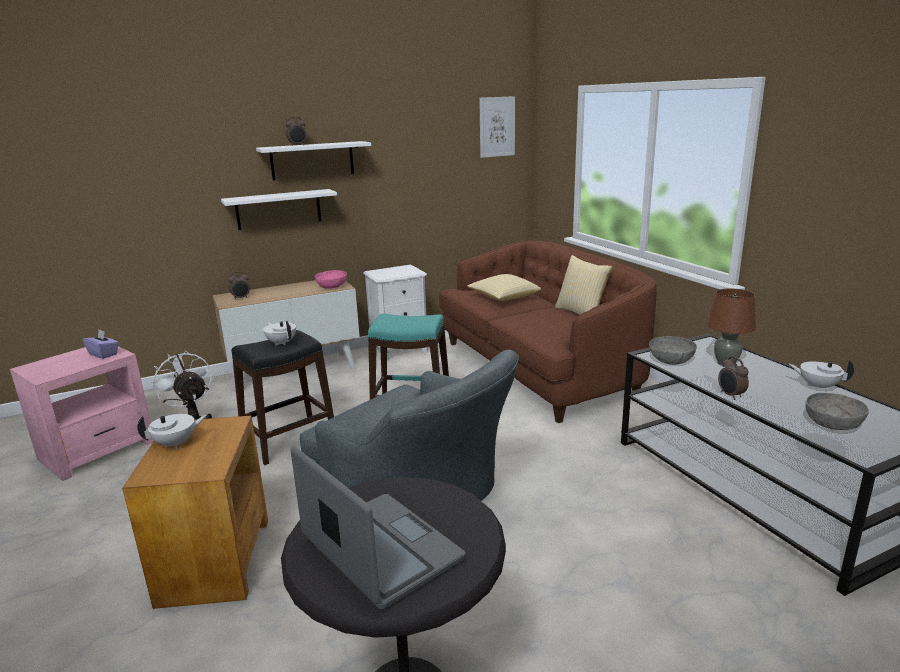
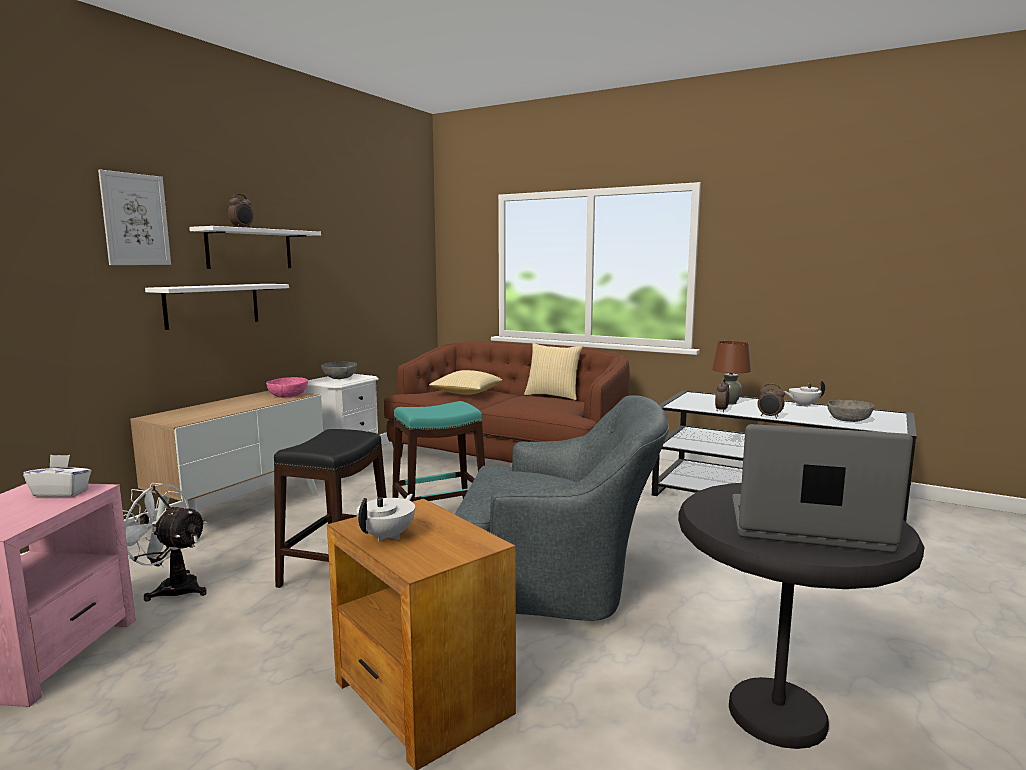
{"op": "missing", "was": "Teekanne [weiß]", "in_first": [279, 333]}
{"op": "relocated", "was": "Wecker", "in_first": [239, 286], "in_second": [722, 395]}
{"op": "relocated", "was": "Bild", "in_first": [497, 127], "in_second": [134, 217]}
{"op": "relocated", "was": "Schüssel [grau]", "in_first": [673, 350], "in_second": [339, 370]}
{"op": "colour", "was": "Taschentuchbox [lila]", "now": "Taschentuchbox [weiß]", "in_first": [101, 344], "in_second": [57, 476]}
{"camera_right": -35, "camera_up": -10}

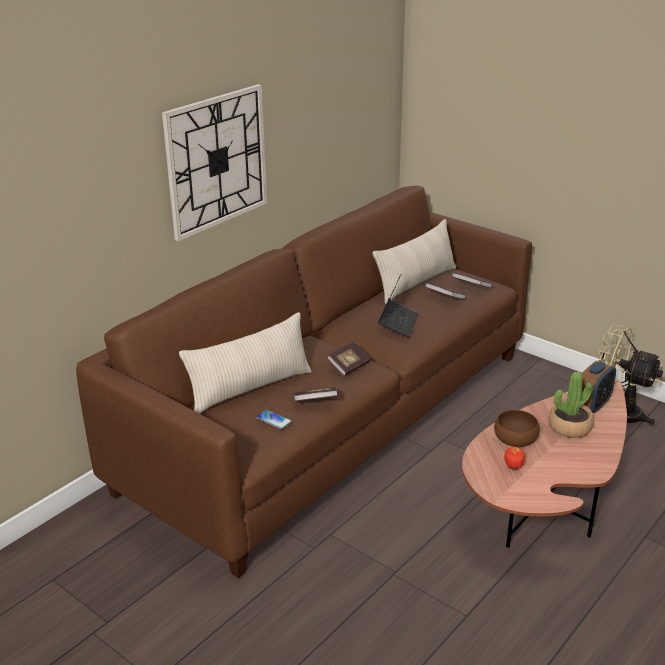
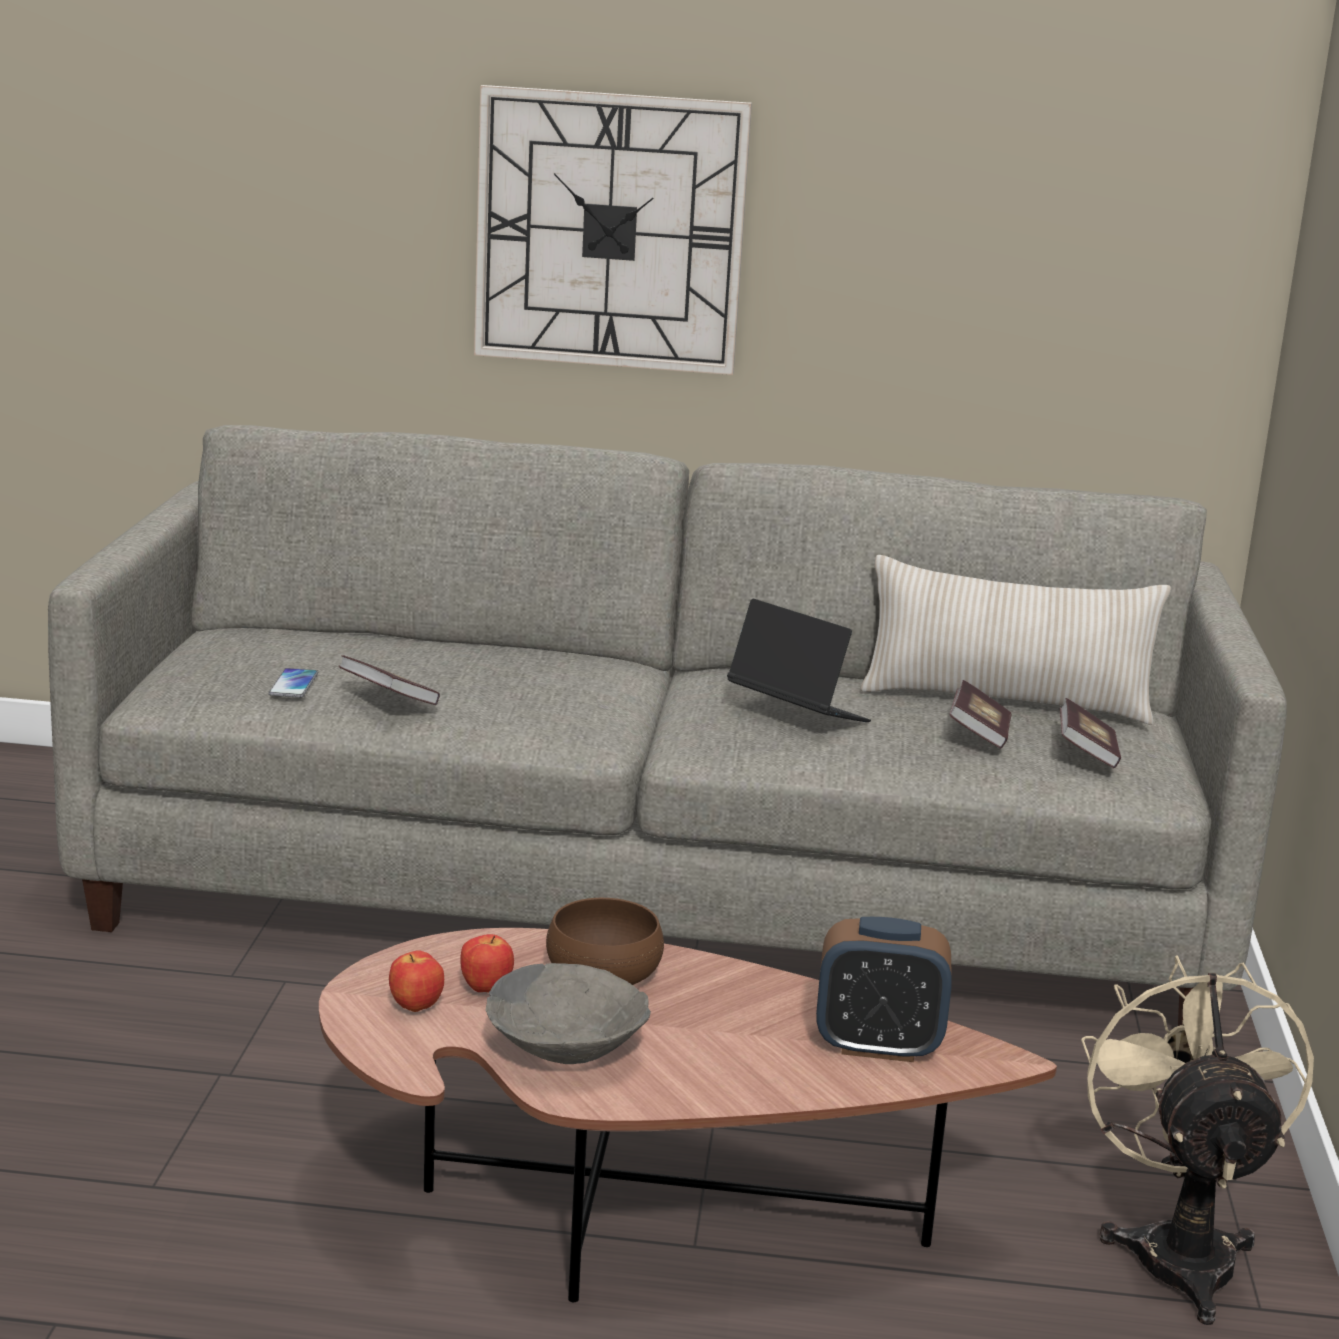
{"op": "missing", "was": "Kissen [beige]", "in_first": [245, 363]}
{"op": "missing", "was": "Buch", "in_first": [349, 358]}
{"op": "missing", "was": "Topfpflanze", "in_first": [571, 405]}
{"op": "appeared", "now": "Apfel", "in_second": [416, 981]}
{"op": "appeared", "now": "Schüssel [grau]", "in_second": [568, 1013]}
{"op": "colour", "was": "Sofa [braun]", "now": "Sofa [grau]", "in_first": [304, 382], "in_second": [667, 725]}
{"op": "spun", "was": "Laptop", "in_first": [398, 306], "in_second": [799, 660], "clockwise": -120}
{"camera_right": 55, "camera_up": -10}

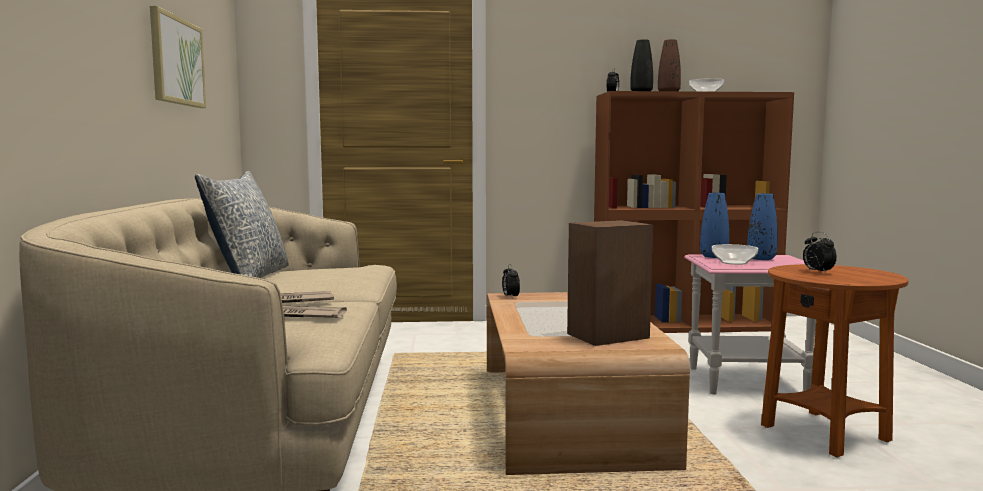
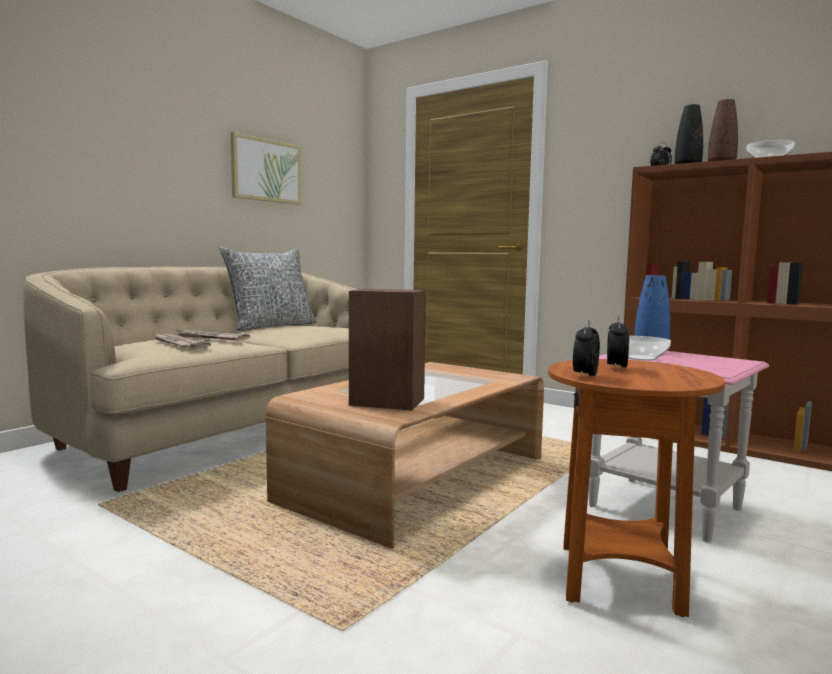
{"op": "missing", "was": "Vase [blau]", "in_first": [762, 226]}
{"op": "relocated", "was": "Wecker", "in_first": [511, 280], "in_second": [586, 349]}
{"camera_right": 40, "camera_up": 0}

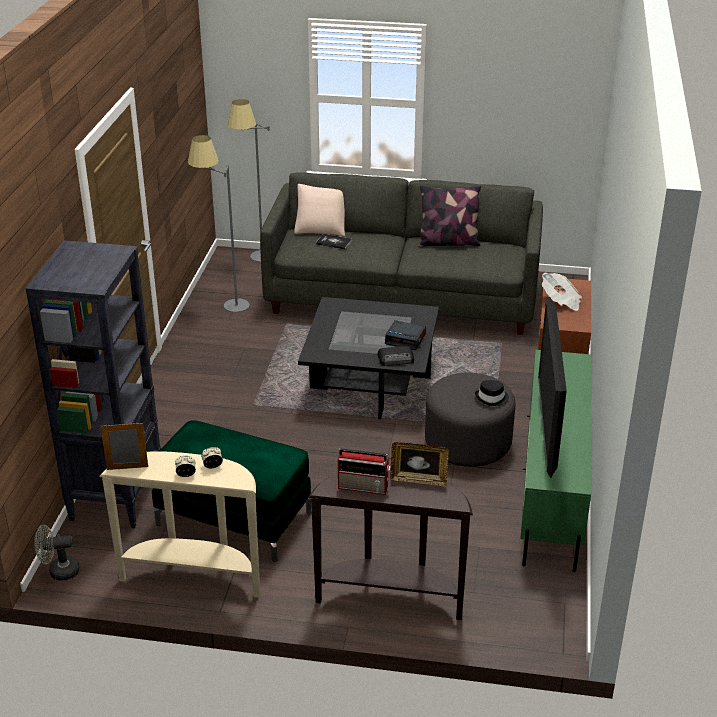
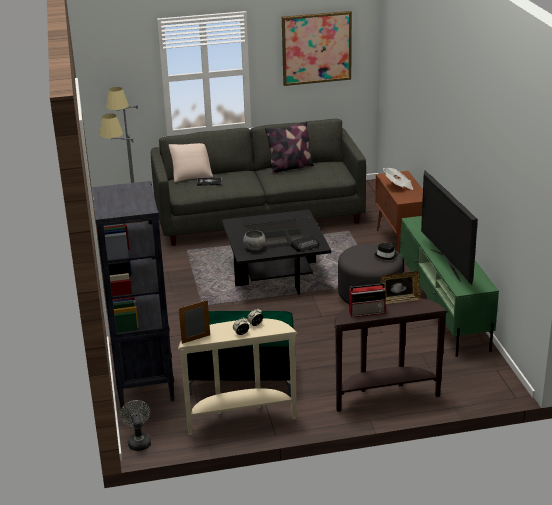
{"op": "missing", "was": "Wecker", "in_first": [405, 335]}
{"op": "appeared", "now": "Schüssel [grau]", "in_second": [254, 240]}
{"op": "appeared", "now": "Bild", "in_second": [317, 48]}
{"op": "spun", "was": "Ventilator [grau]", "in_first": [57, 553], "in_second": [135, 425], "clockwise": 105}
{"camera_right": -20, "camera_up": -5}

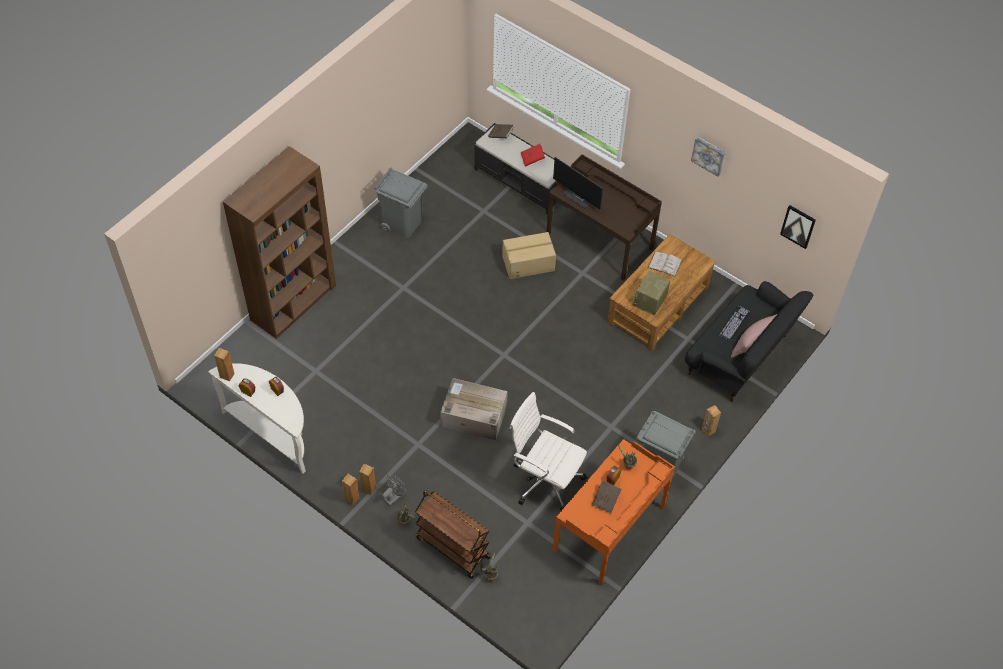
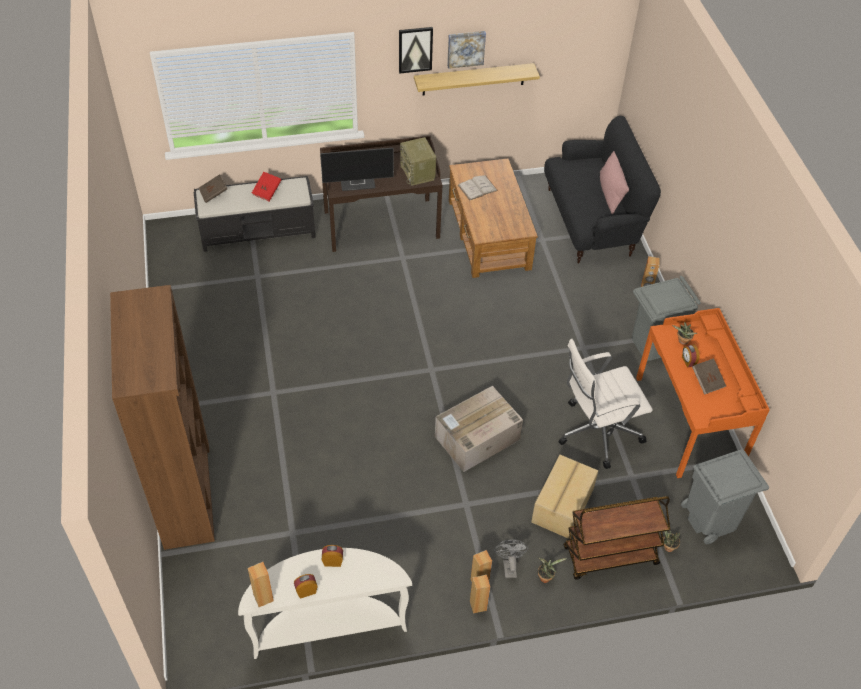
{"op": "missing", "was": "Tastatur", "in_first": [735, 323]}
{"op": "appeared", "now": "Wandregal", "in_second": [477, 79]}
{"op": "relocated", "was": "Mülleimer [grau]", "in_first": [401, 203], "in_second": [725, 496]}
{"op": "relocated", "was": "Karton", "in_first": [529, 255], "in_second": [564, 497]}
{"op": "relocated", "was": "Radio", "in_first": [651, 293], "in_second": [418, 161]}
{"op": "relocated", "was": "Bild", "in_first": [798, 227], "in_second": [416, 50]}
{"camera_right": -50, "camera_up": -5}

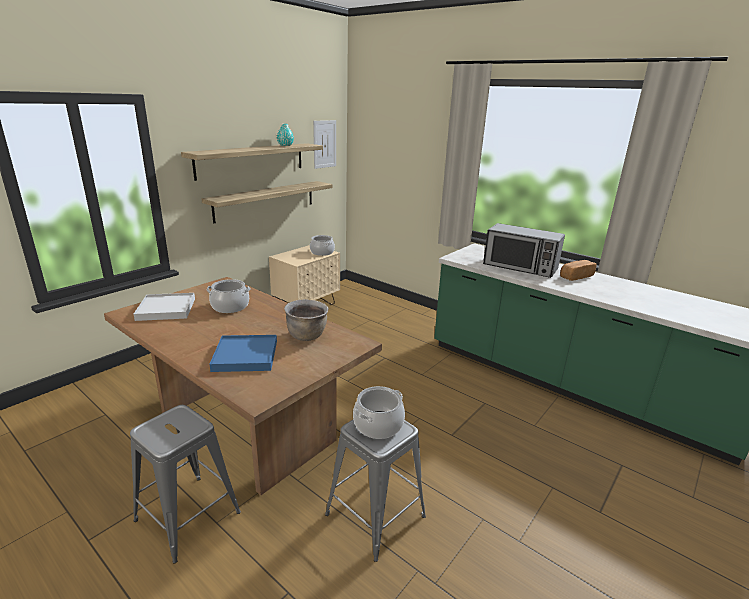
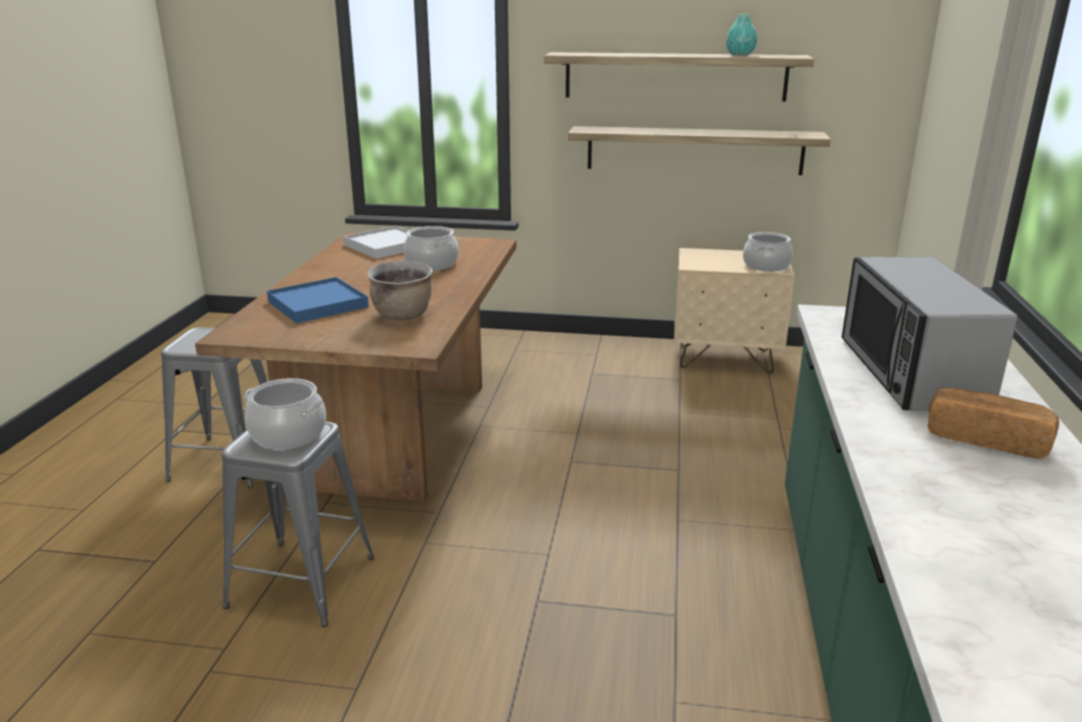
{"op": "missing", "was": "Bild", "in_first": [324, 144]}
{"camera_right": 60, "camera_up": 0}

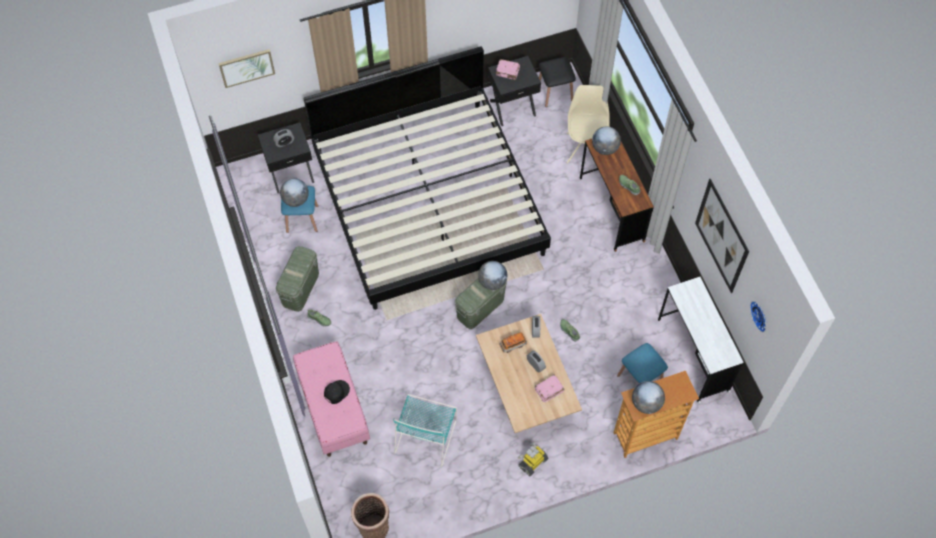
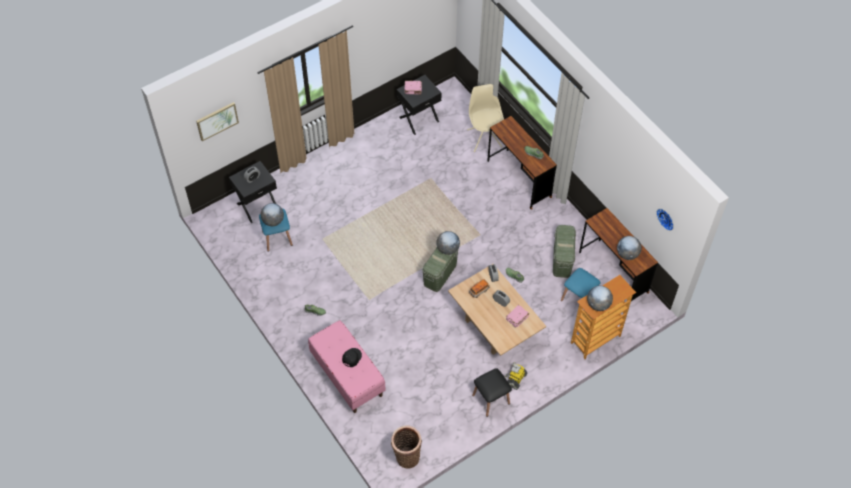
{"op": "missing", "was": "Bett", "in_first": [427, 178]}
{"op": "missing", "was": "Stuhl [türkis]", "in_first": [425, 430]}
{"op": "missing", "was": "Bild", "in_first": [722, 236]}
{"op": "relocated", "was": "Aufbewahrungsbox [grün]", "in_first": [297, 279], "in_second": [564, 251]}
{"op": "relocated", "was": "Hocker [schwarz]", "in_first": [557, 82], "in_second": [492, 392]}
{"op": "relocated", "was": "Globus", "in_first": [606, 140], "in_second": [629, 248]}
{"op": "colour", "was": "Schreibtisch [weiß]", "now": "Schreibtisch [braun]", "in_first": [701, 340], "in_second": [618, 254]}
{"camera_right": -15, "camera_up": -5}

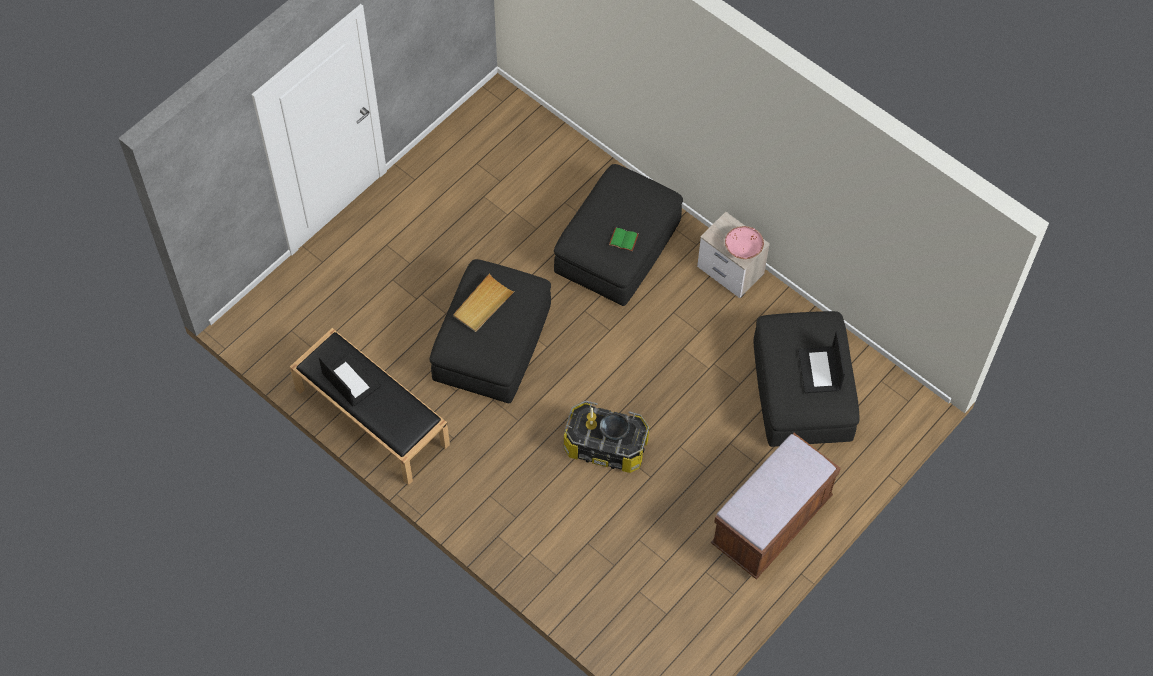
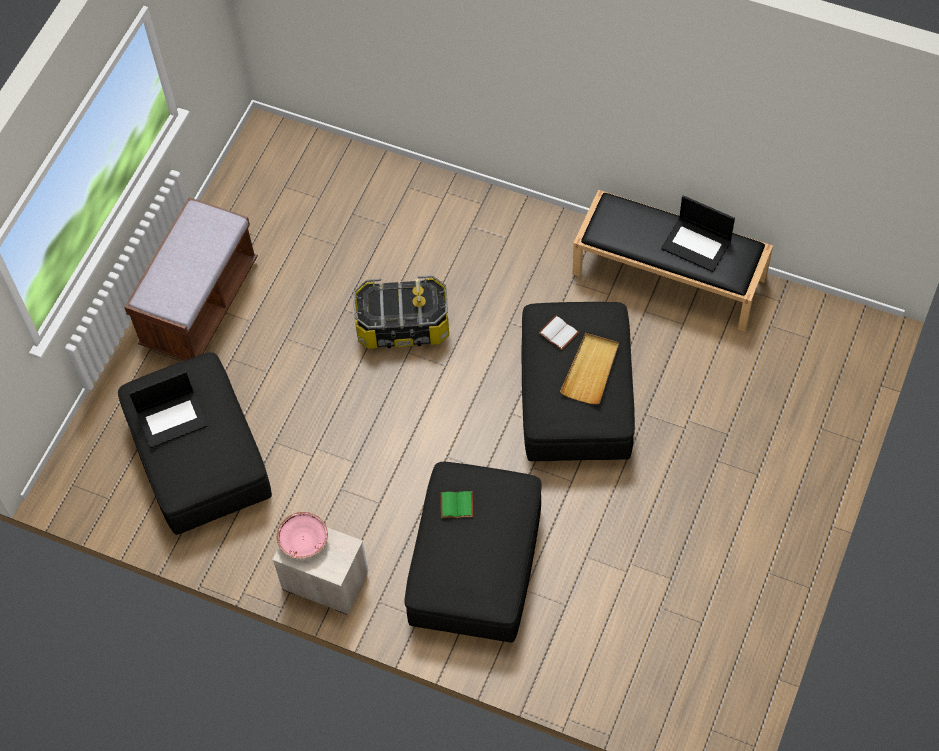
{"op": "missing", "was": "Schüssel [schwarz]", "in_first": [615, 427]}
{"op": "appeared", "now": "Buch [weiß]", "in_second": [559, 333]}
{"op": "spun", "was": "Laptop", "in_first": [821, 362], "in_second": [168, 409], "clockwise": 90}
{"camera_right": 165, "camera_up": 0}

